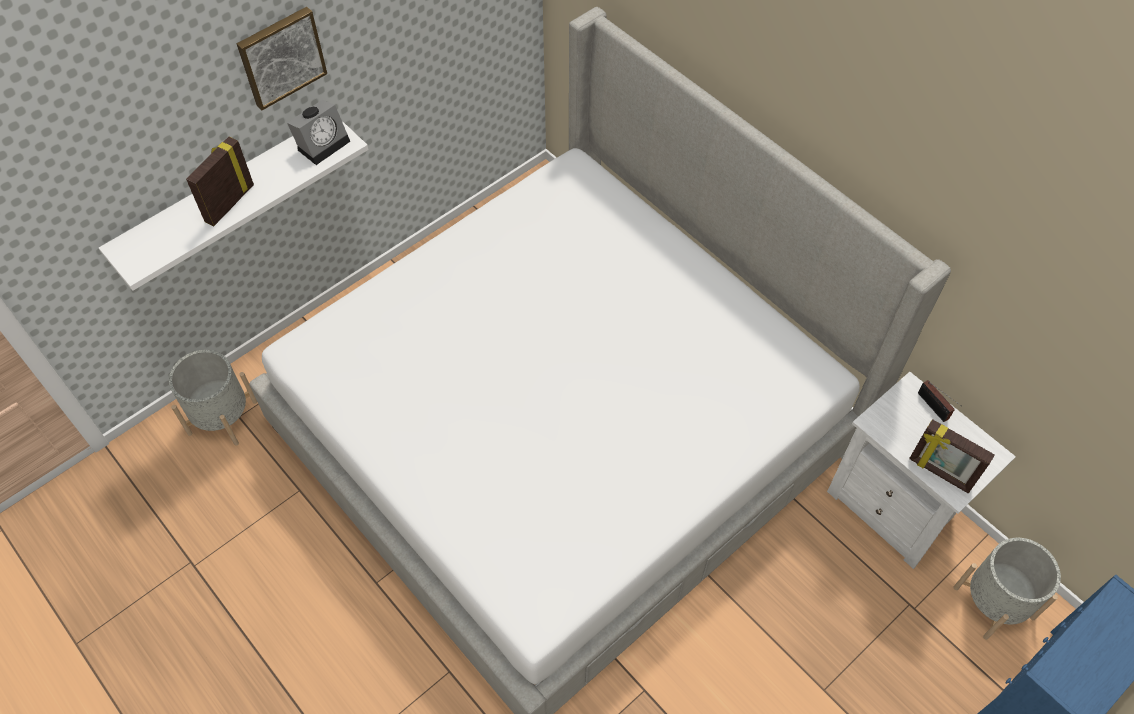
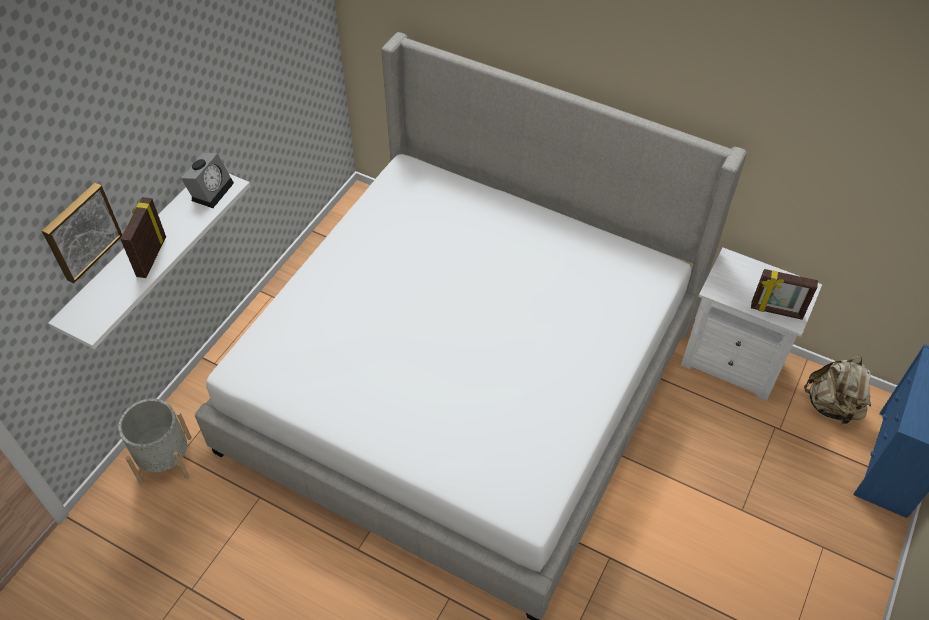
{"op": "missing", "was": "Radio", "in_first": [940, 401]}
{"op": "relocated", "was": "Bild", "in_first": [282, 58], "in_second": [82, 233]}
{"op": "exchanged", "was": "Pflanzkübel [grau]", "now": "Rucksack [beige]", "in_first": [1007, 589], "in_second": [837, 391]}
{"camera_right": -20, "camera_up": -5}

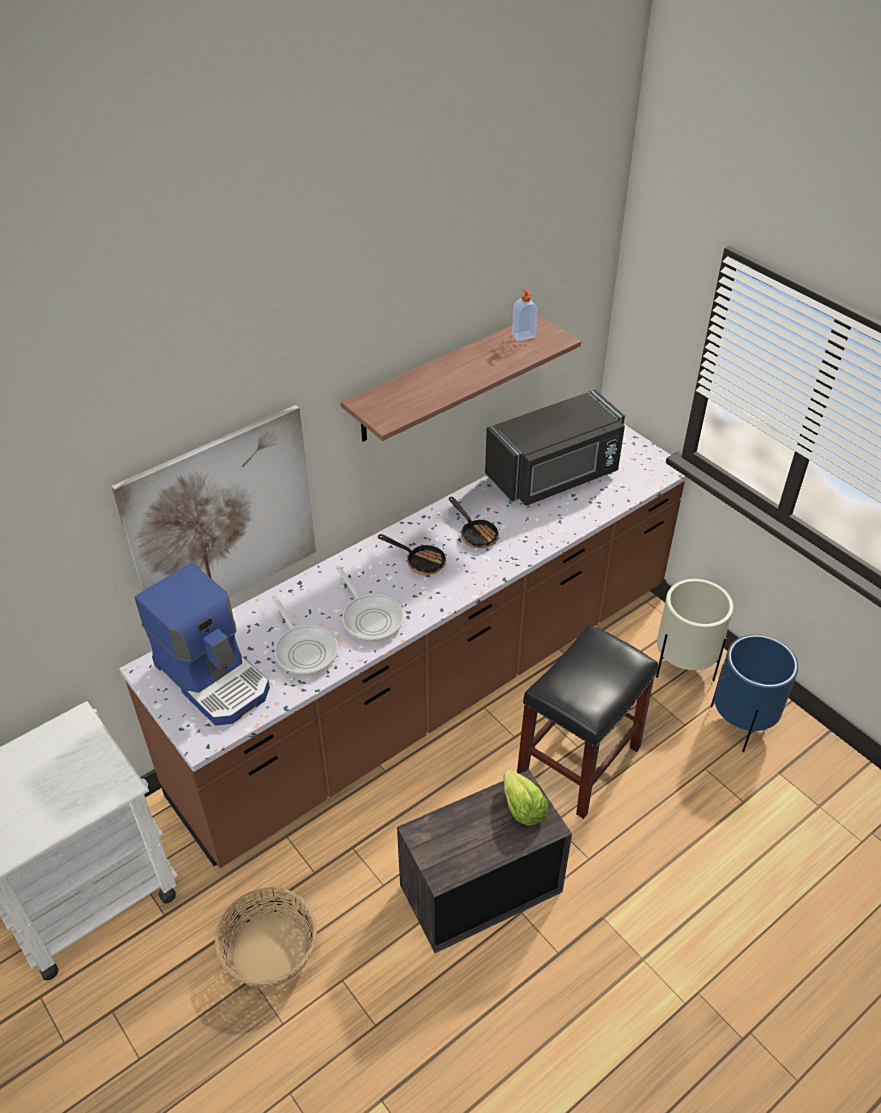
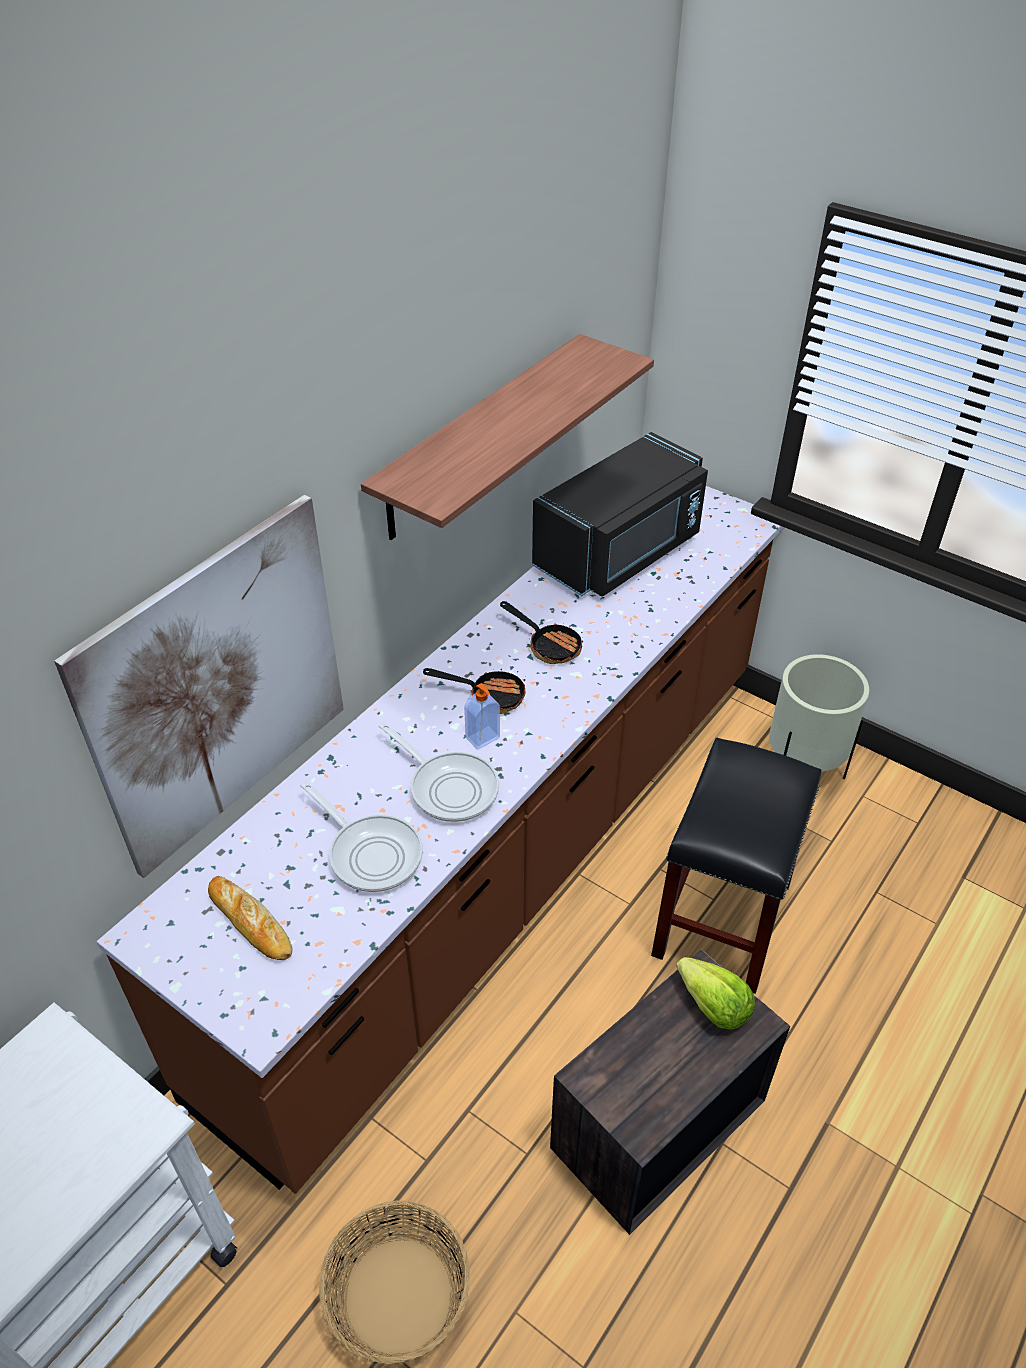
{"op": "missing", "was": "Pflanzkübel [blau]", "in_first": [754, 693]}
{"op": "relocated", "was": "Seifenspender", "in_first": [525, 315], "in_second": [482, 716]}
{"op": "exchanged", "was": "Kaffeemaschine", "now": "Brot", "in_first": [202, 644], "in_second": [250, 918]}
{"camera_right": -15, "camera_up": 0}

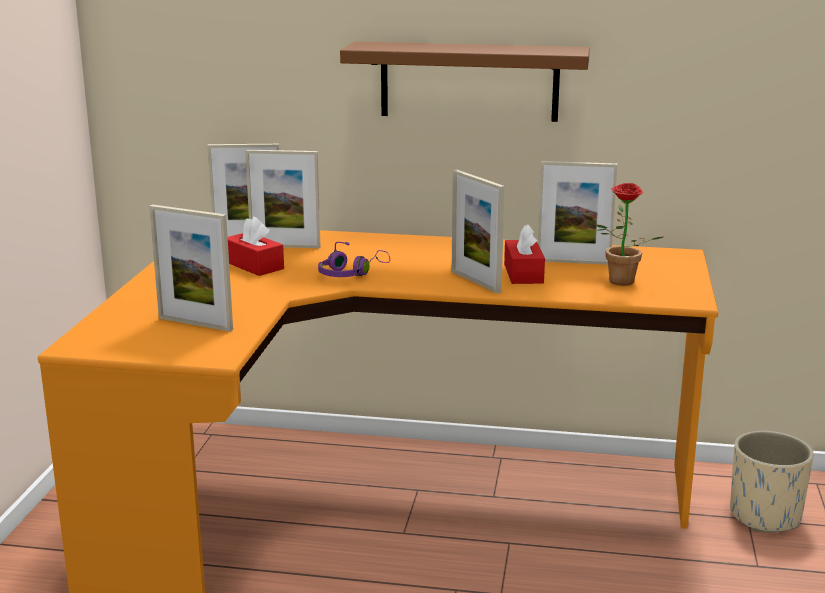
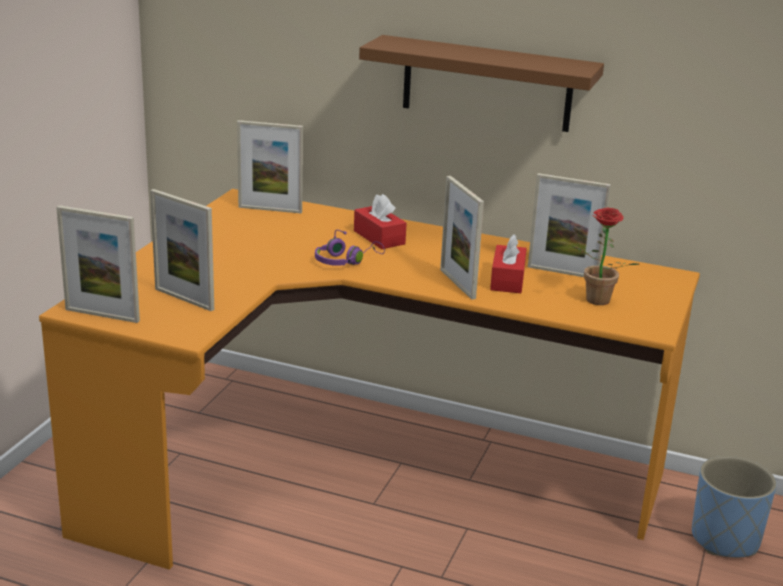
{"op": "relocated", "was": "Taschentuchbox [rot]", "in_first": [256, 246], "in_second": [380, 221]}
{"op": "relocated", "was": "Bilderrahmen", "in_first": [283, 199], "in_second": [98, 264]}
{"op": "colour", "was": "Pflanzkübel [beige]", "now": "Pflanzkübel [blau]", "in_first": [772, 481], "in_second": [734, 507]}
{"camera_right": 10, "camera_up": 5}

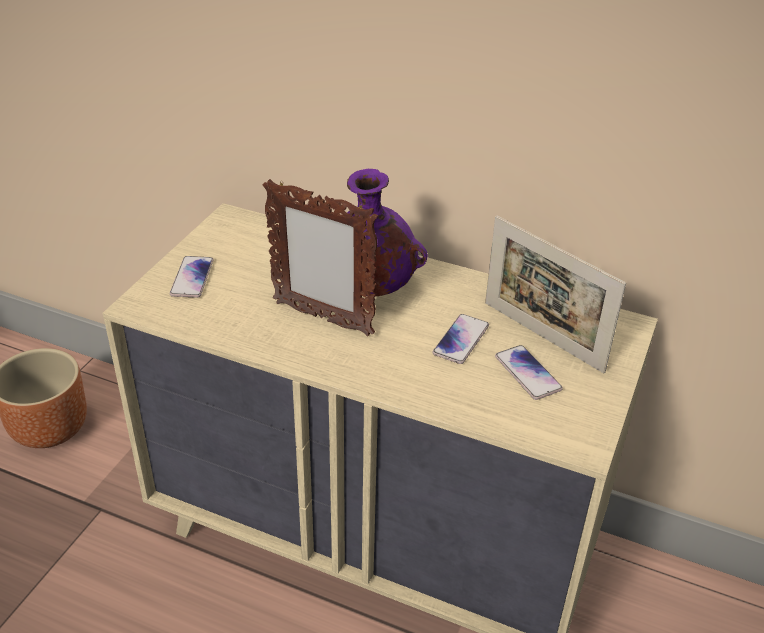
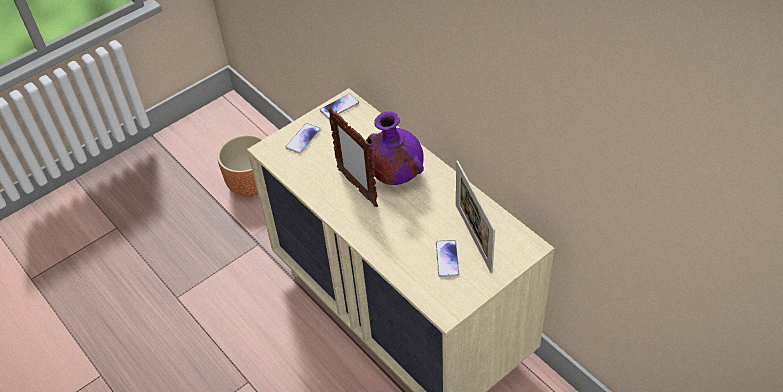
{"op": "relocated", "was": "Handy", "in_first": [461, 339], "in_second": [339, 106]}
{"camera_right": 30, "camera_up": 10}

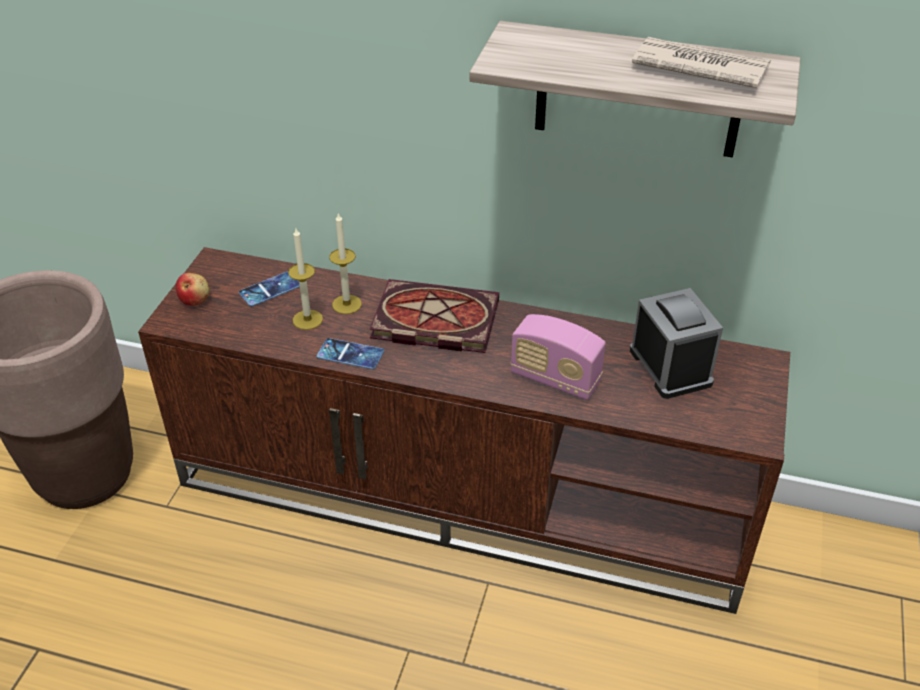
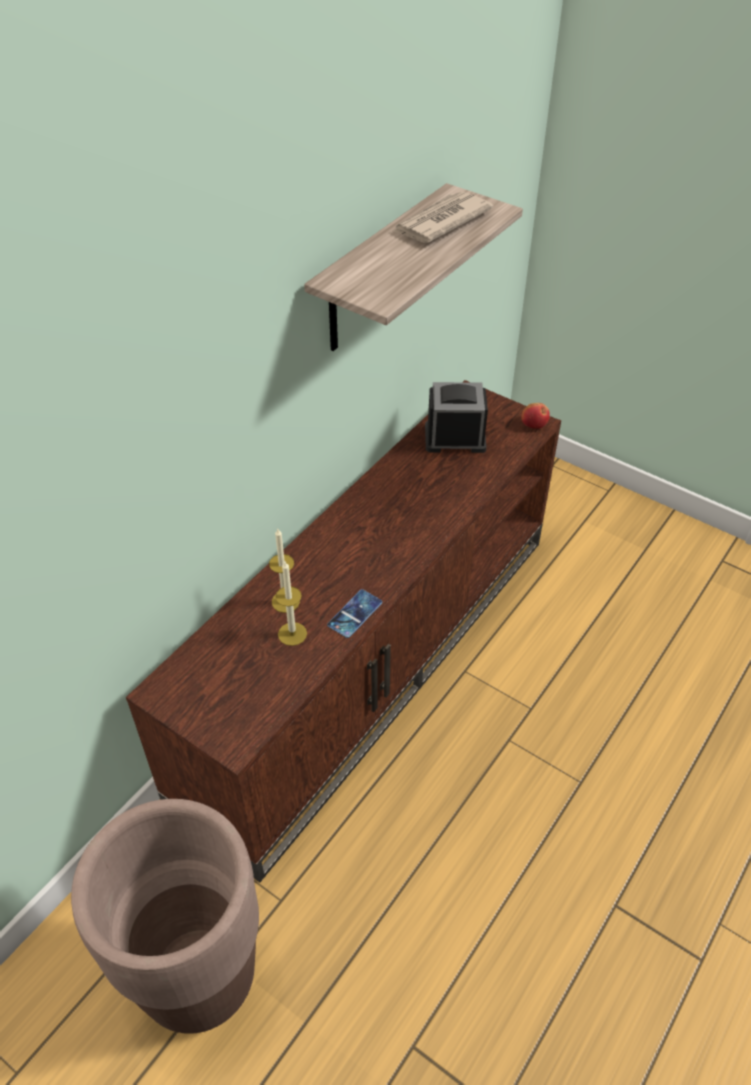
{"op": "missing", "was": "Handy", "in_first": [269, 289]}
{"op": "missing", "was": "Buch", "in_first": [434, 316]}
{"op": "missing", "was": "Radio", "in_first": [558, 357]}
{"op": "relocated", "was": "Apfel", "in_first": [193, 289], "in_second": [535, 416]}
{"camera_right": -70, "camera_up": 5}

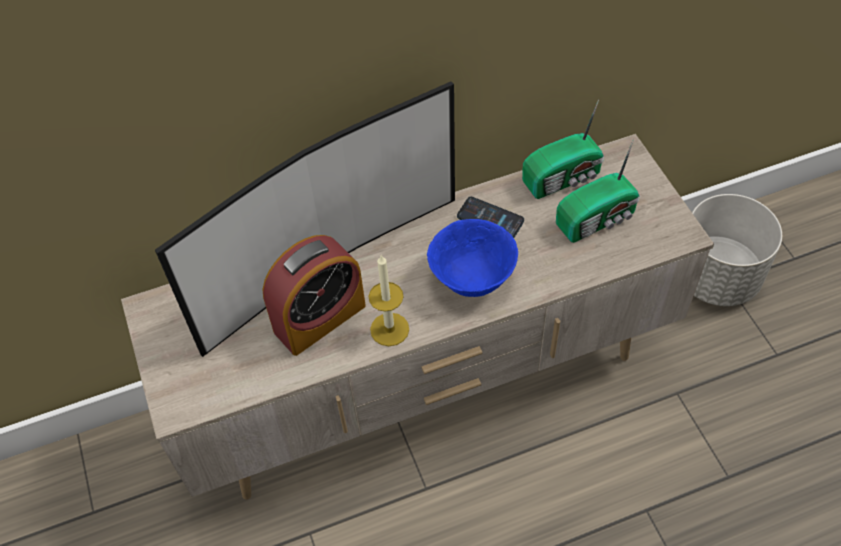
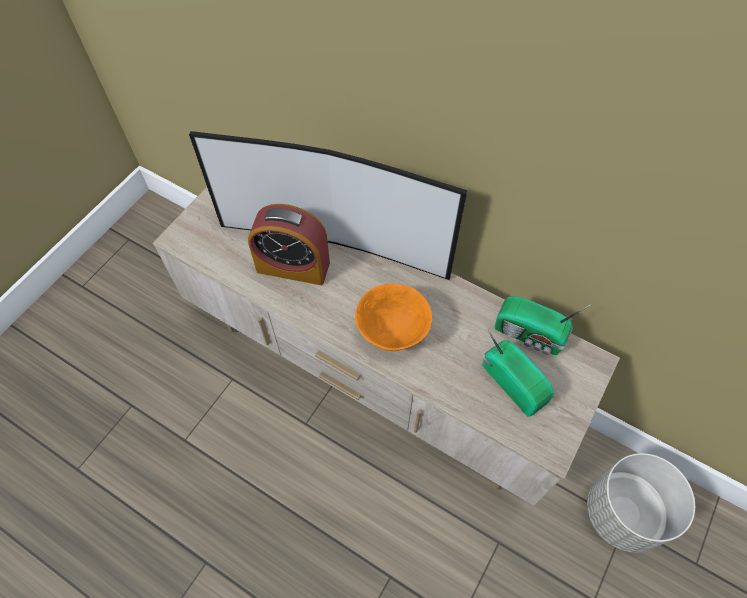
{"op": "missing", "was": "Kerze", "in_first": [389, 300]}
{"op": "missing", "was": "Handy", "in_first": [490, 217]}
{"op": "colour", "was": "Schüssel [blau]", "now": "Schüssel [orange]", "in_first": [472, 258], "in_second": [393, 317]}
{"op": "spun", "was": "Radio", "in_first": [598, 191], "in_second": [518, 373], "clockwise": -150}
{"camera_right": 50, "camera_up": 5}

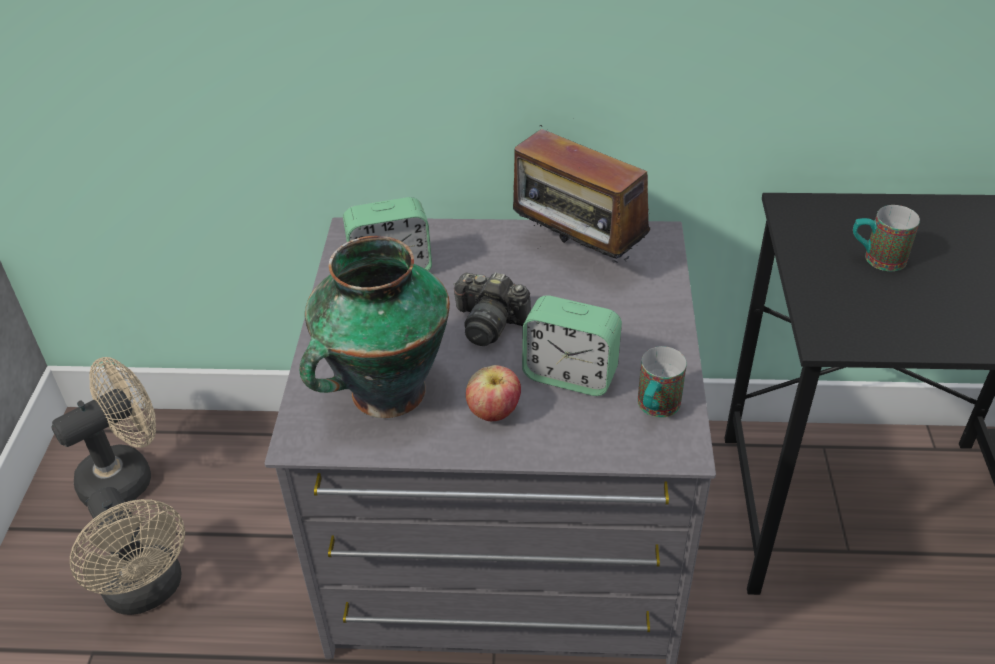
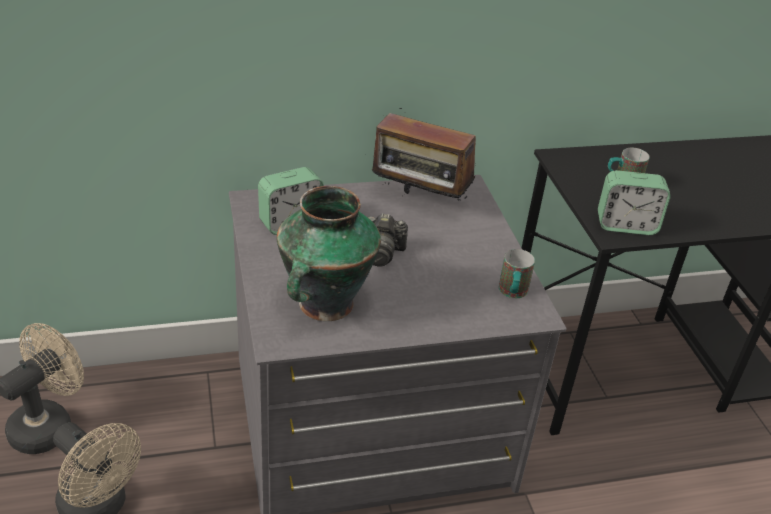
{"op": "missing", "was": "Apfel", "in_first": [493, 393]}
{"op": "relocated", "was": "Wecker", "in_first": [572, 345], "in_second": [634, 202]}
{"camera_right": -20, "camera_up": -5}

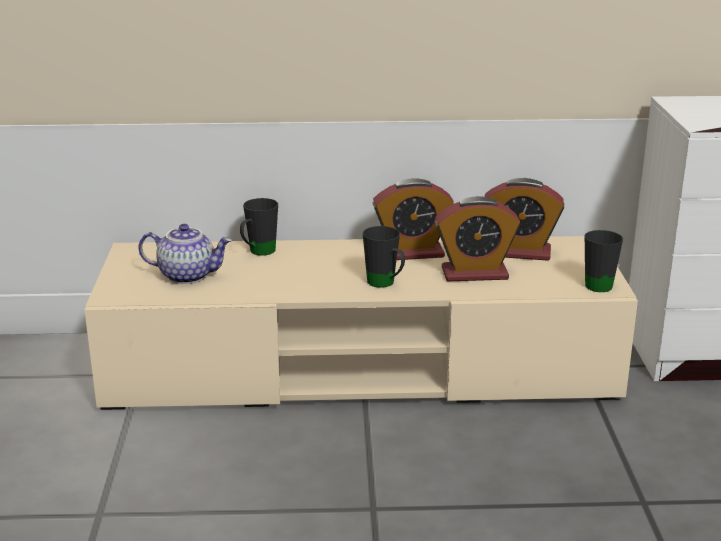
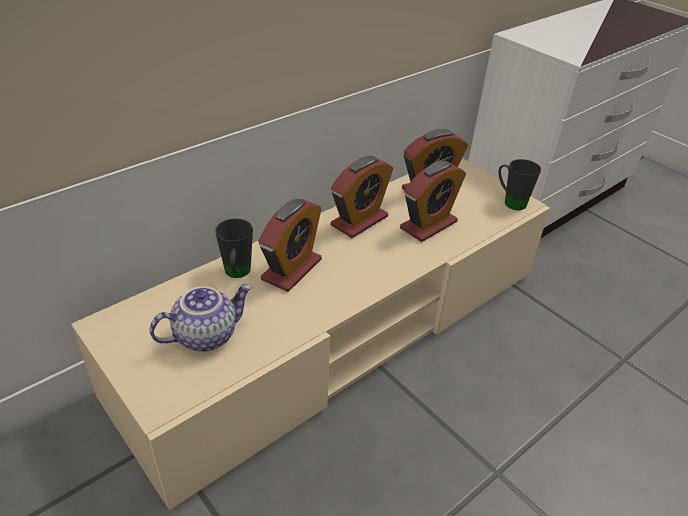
{"op": "missing", "was": "Henkelbecher [schwarz]", "in_first": [384, 257]}
{"op": "appeared", "now": "Wecker", "in_second": [290, 245]}
{"camera_right": -40, "camera_up": 15}

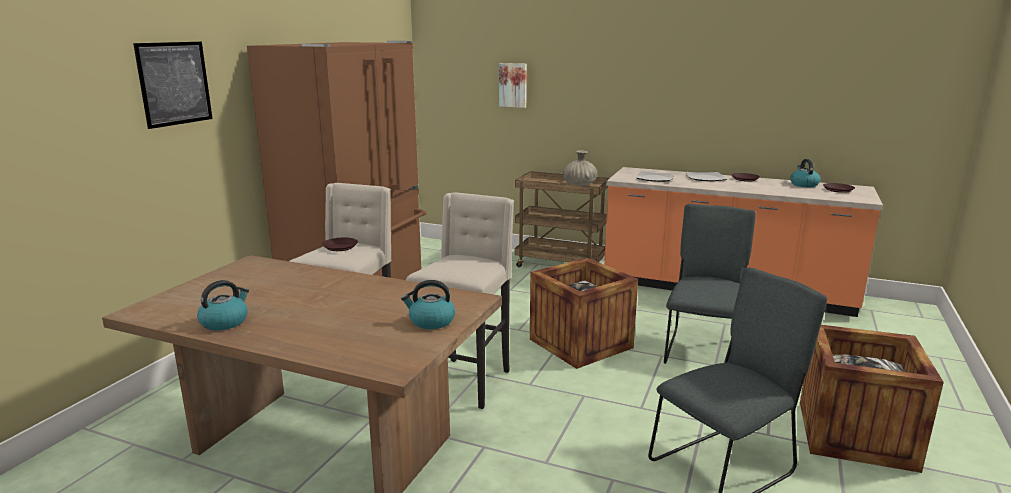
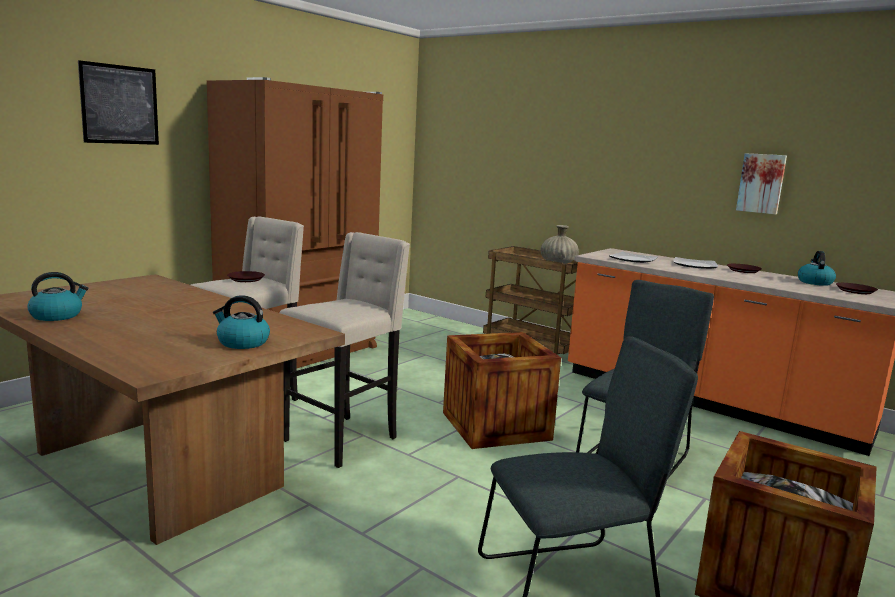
{"op": "relocated", "was": "Bild", "in_first": [513, 85], "in_second": [761, 183]}
{"camera_right": 15, "camera_up": -5}

